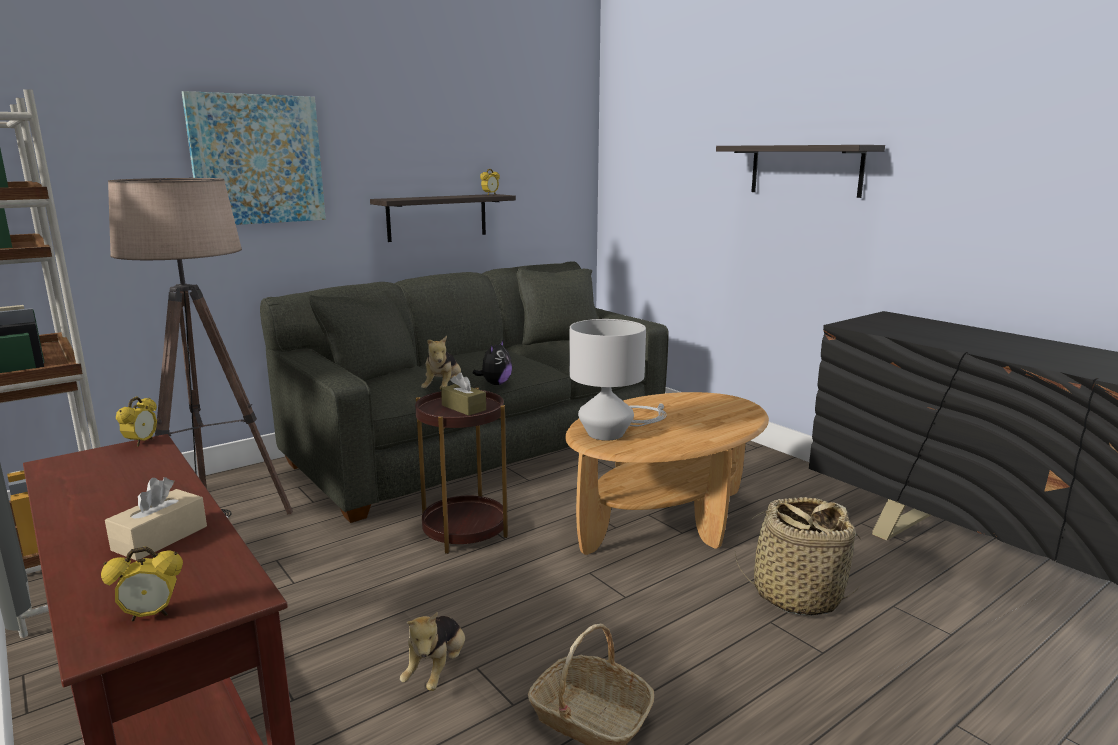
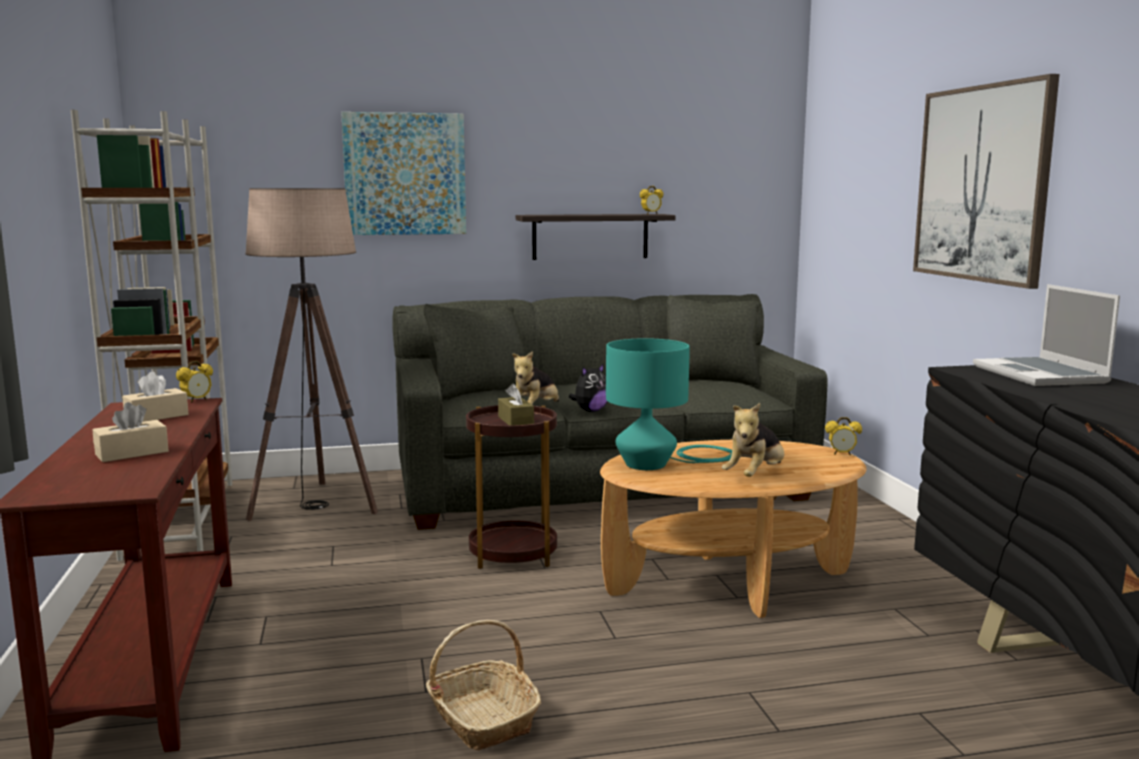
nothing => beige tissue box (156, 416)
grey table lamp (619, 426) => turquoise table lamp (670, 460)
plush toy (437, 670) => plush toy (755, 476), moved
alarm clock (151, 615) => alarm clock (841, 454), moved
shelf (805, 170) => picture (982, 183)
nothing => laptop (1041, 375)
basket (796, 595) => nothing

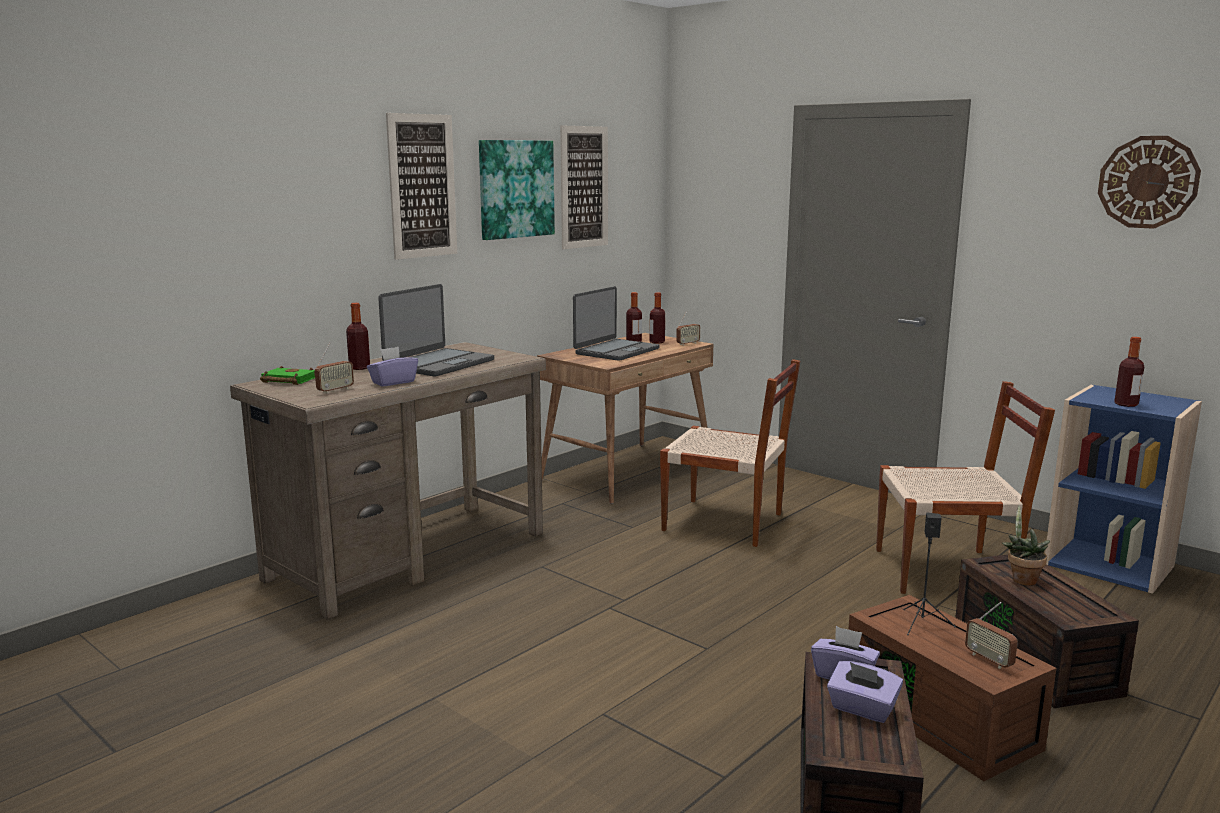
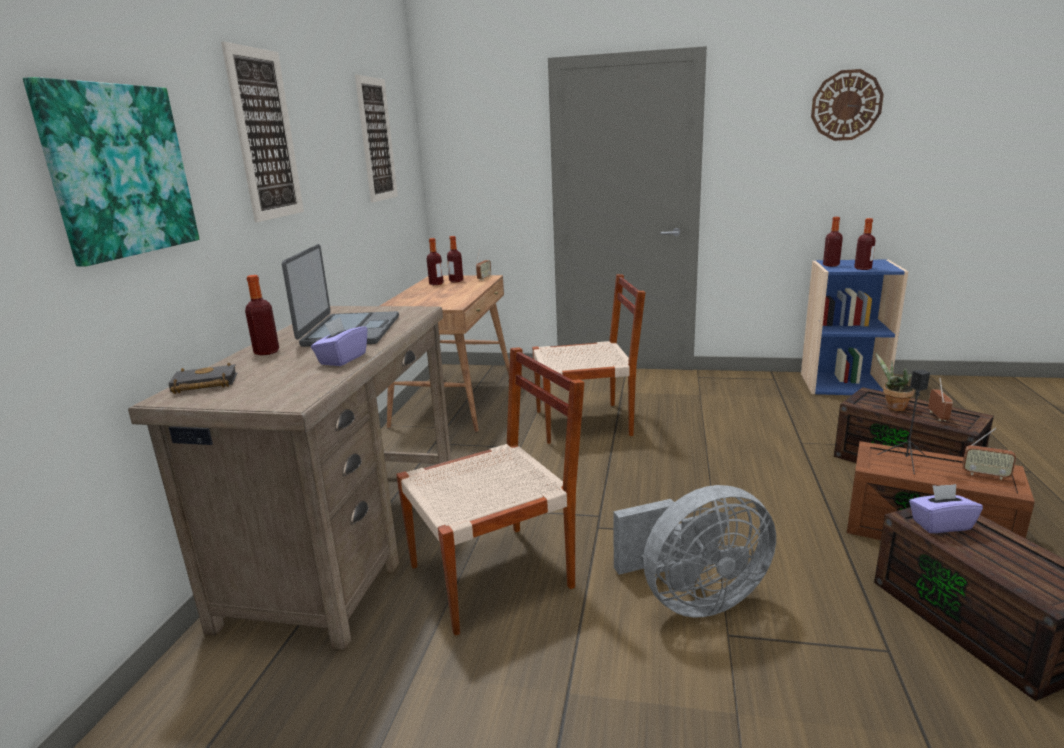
picture (515, 189) => picture (119, 171), moved
green book (287, 380) => black book (203, 385)
chair (947, 572) => chair (495, 575), moved
nothing => grey fan (692, 599)
nothing => bottle (831, 265)
radio (335, 390) => radio (937, 416), moved
laptop (616, 351) => nothing
purple tissue box (862, 709) => nothing

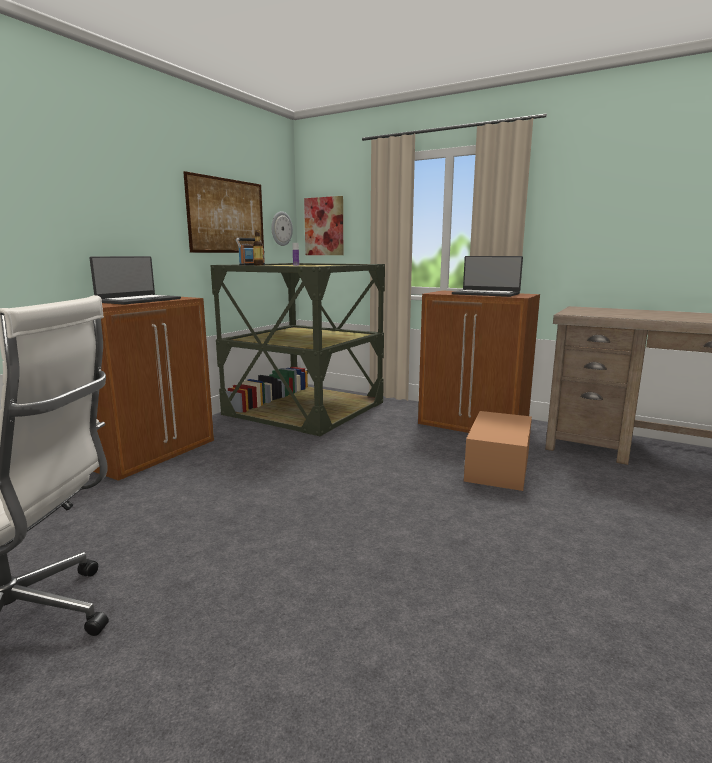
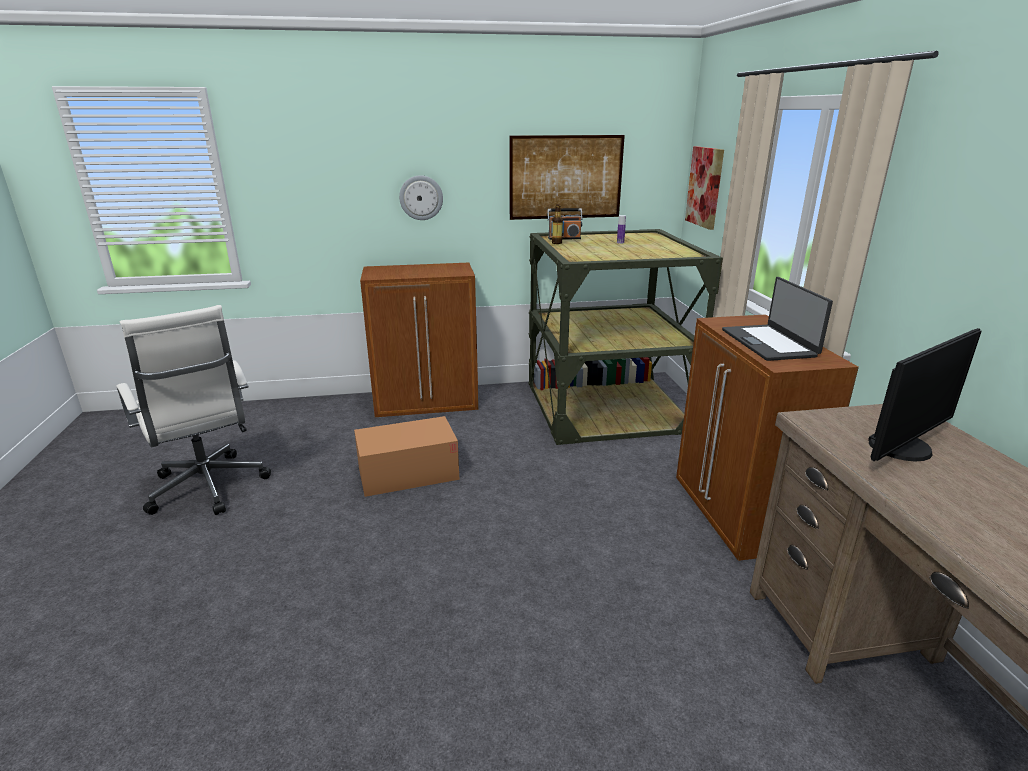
cardboard box (498, 467) => cardboard box (408, 473), moved
wall clock (281, 228) => wall clock (421, 197), moved
nothing => monitor (902, 448)
laptop (138, 300) => nothing

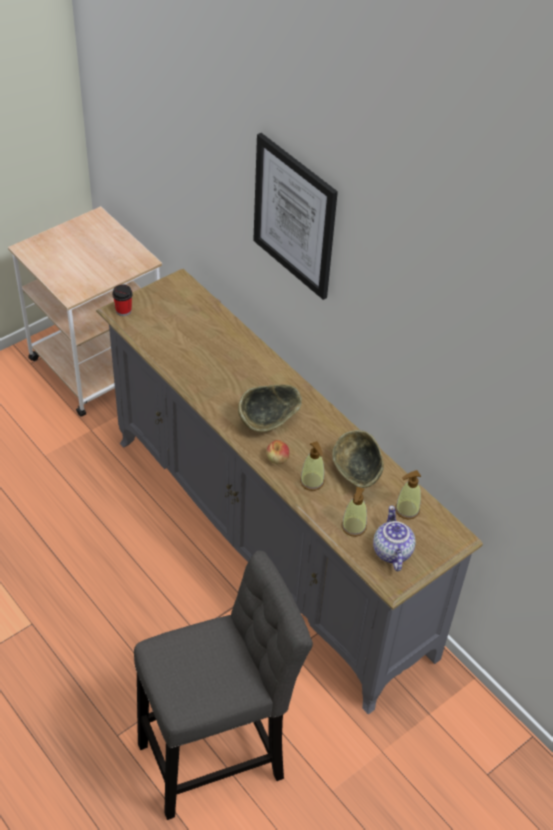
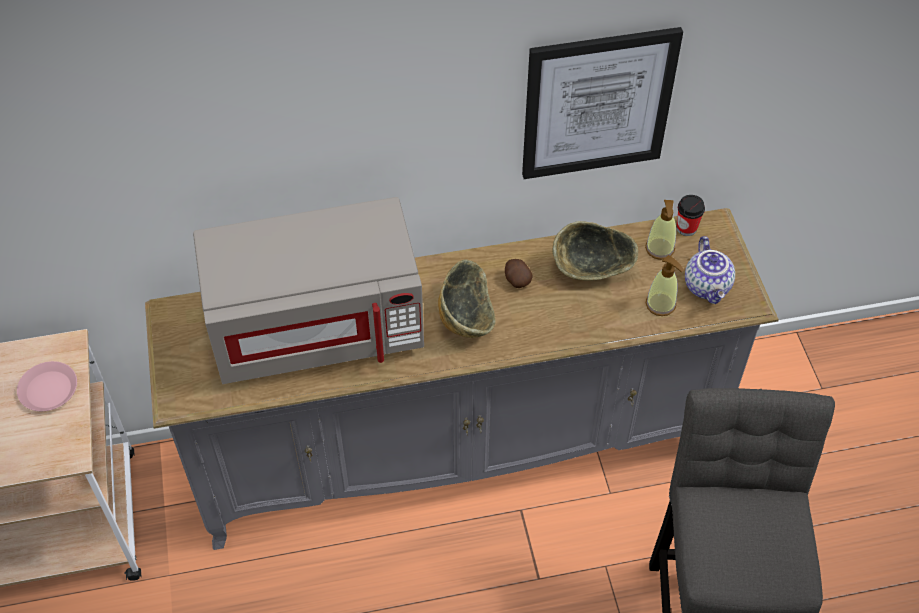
nothing => pink plate (48, 389)
nothing => grey microwave (317, 326)
nothing => potato (516, 280)
picture (294, 216) => picture (597, 104), moved
cup (123, 311) => cup (686, 228), moved
teapot (391, 551) => teapot (708, 287), 120 degrees counterclockwise
apple (277, 459) => nothing
soap dispenser (312, 481) => nothing

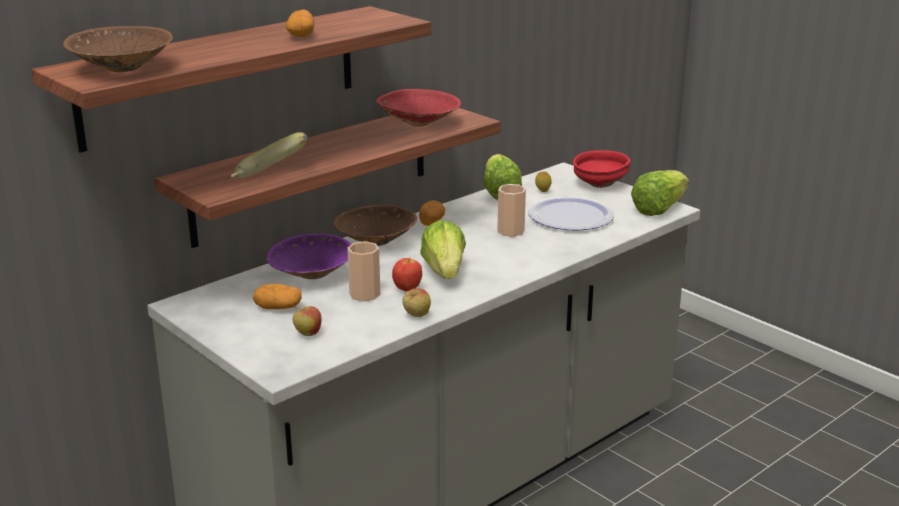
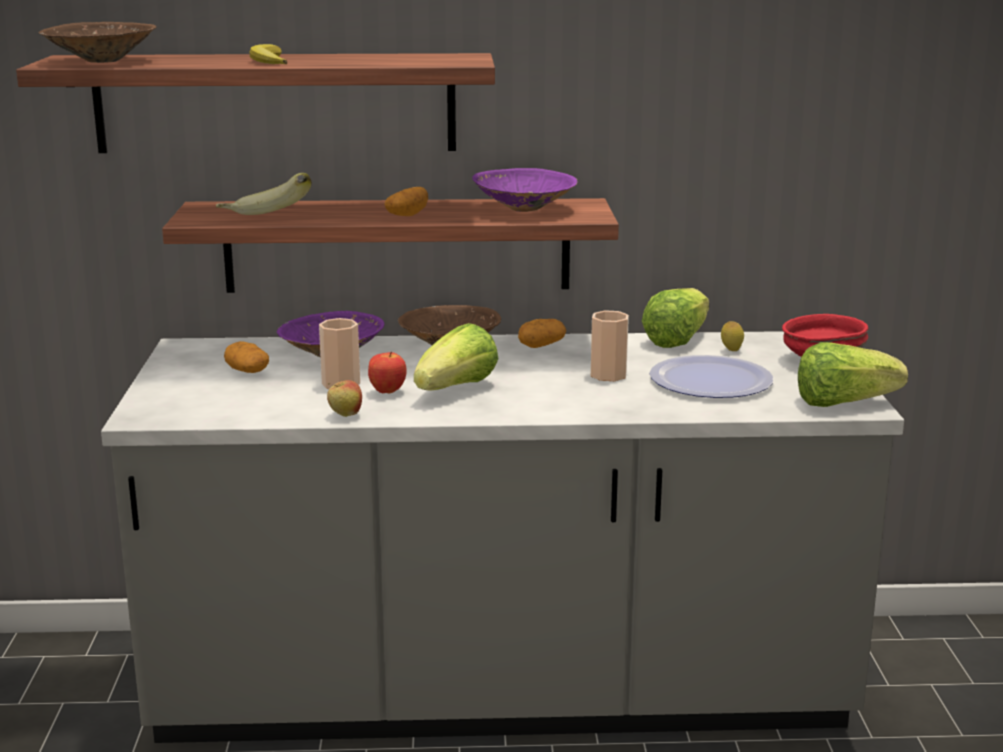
nothing => banana (268, 61)
potato (301, 36) => potato (407, 215), moved
red bowl (420, 124) => purple bowl (525, 210)
apple (308, 334) => nothing

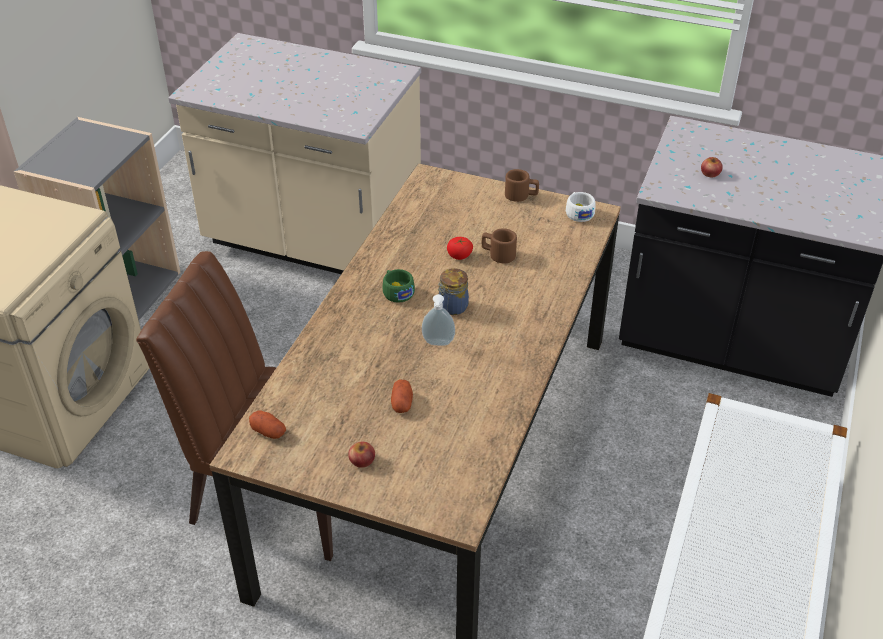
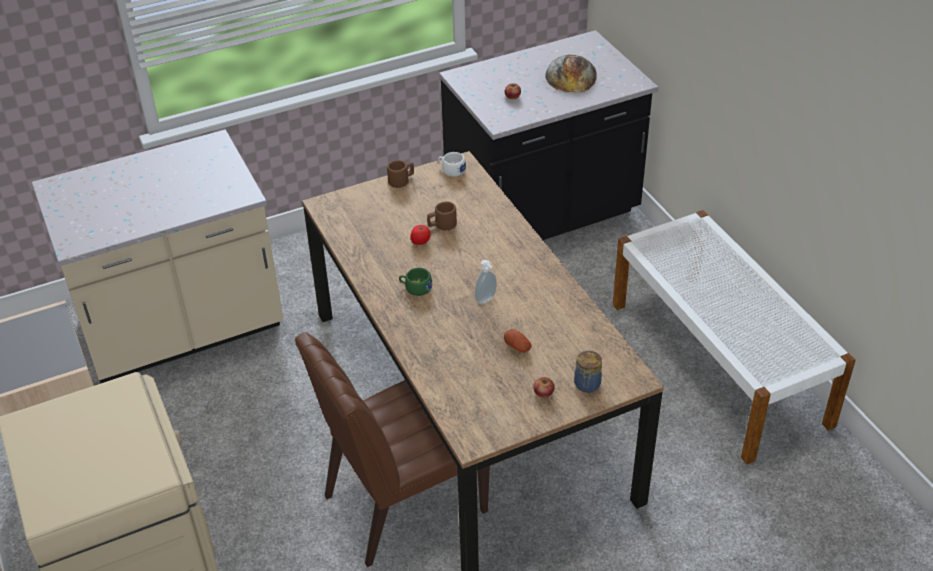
nothing => bread (571, 75)
jar (452, 307) => jar (587, 385), moved
potato (268, 431) => nothing

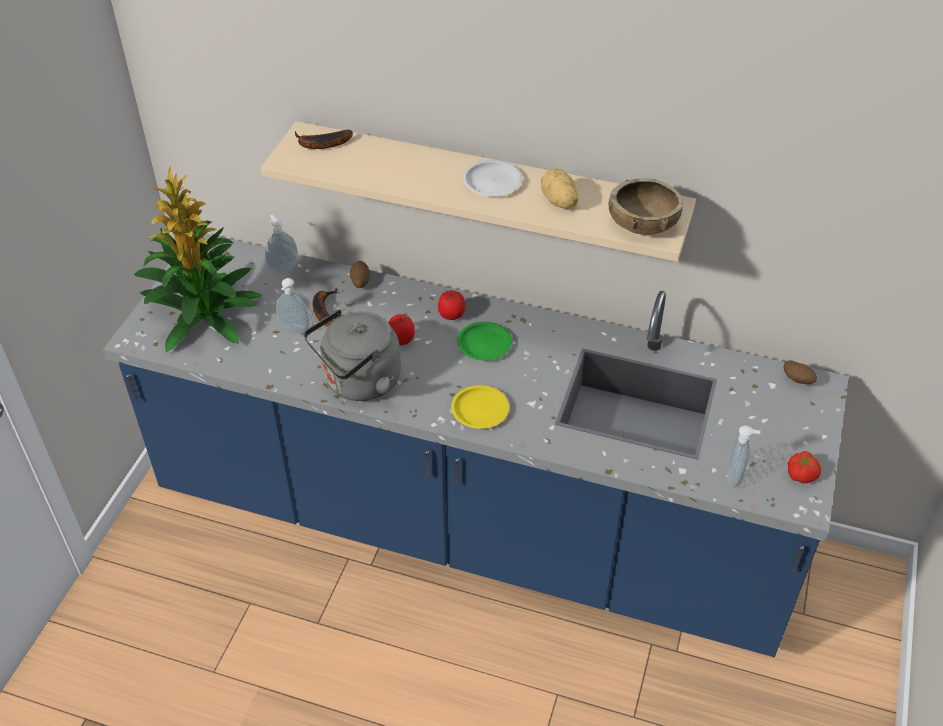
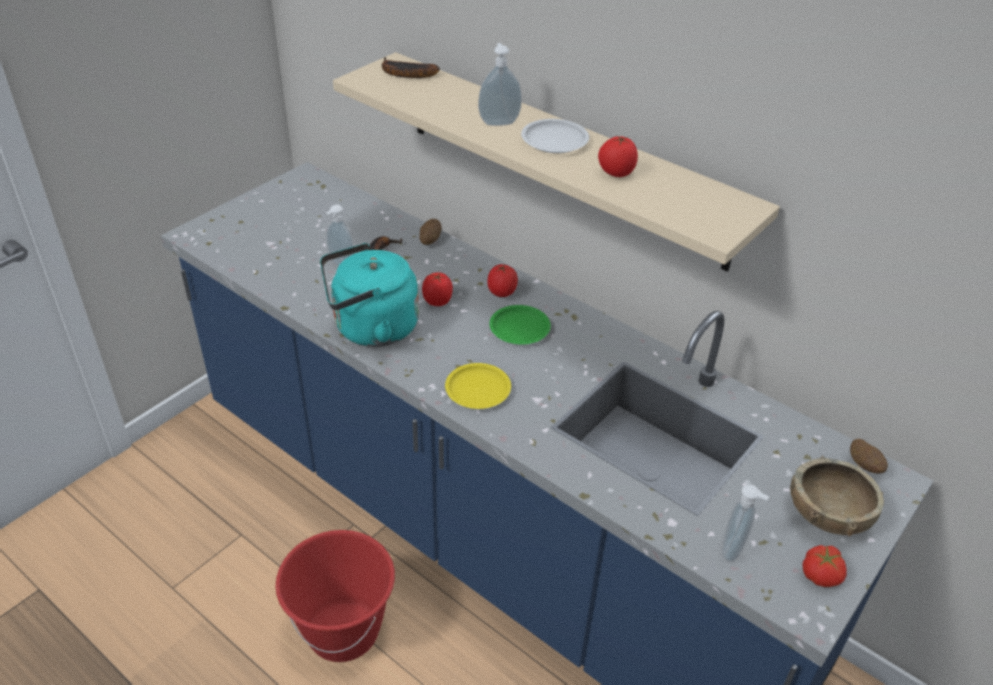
nothing => red bucket (344, 631)
grey kettle (358, 383) => turquoise kettle (371, 328)
soap dispenser (283, 267) => soap dispenser (498, 122), moved
potato (558, 202) => tomato (615, 173)
brown bowl (642, 224) => brown bowl (828, 514), moved
potted plant (204, 317) => nothing

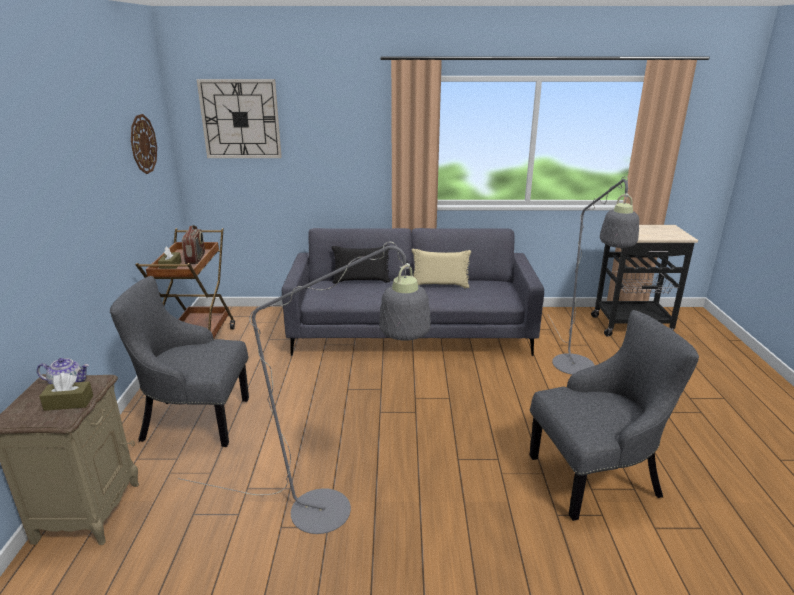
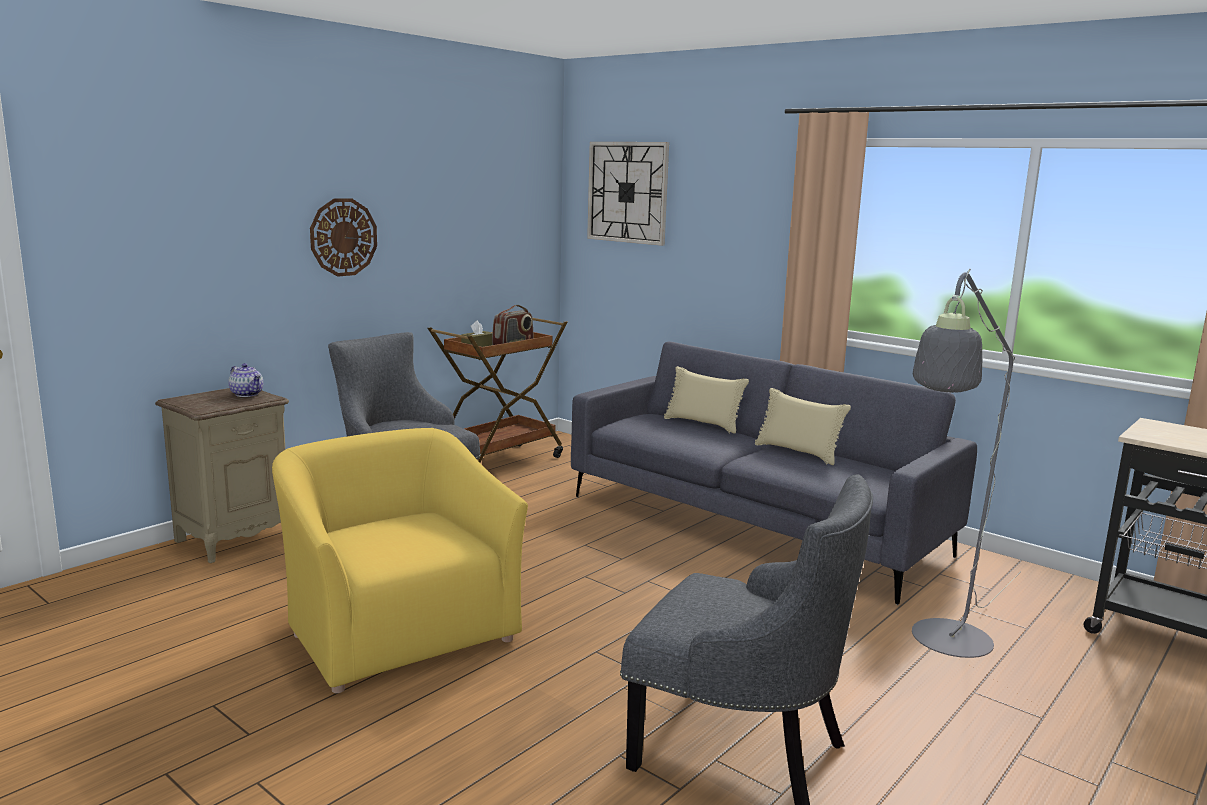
grey floor lamp (336, 513) => yellow armchair (398, 630)
wall clock (143, 144) => wall clock (343, 237), moved
black pillow (361, 280) => beige pillow (703, 424)
brown tissue box (69, 403) => nothing

